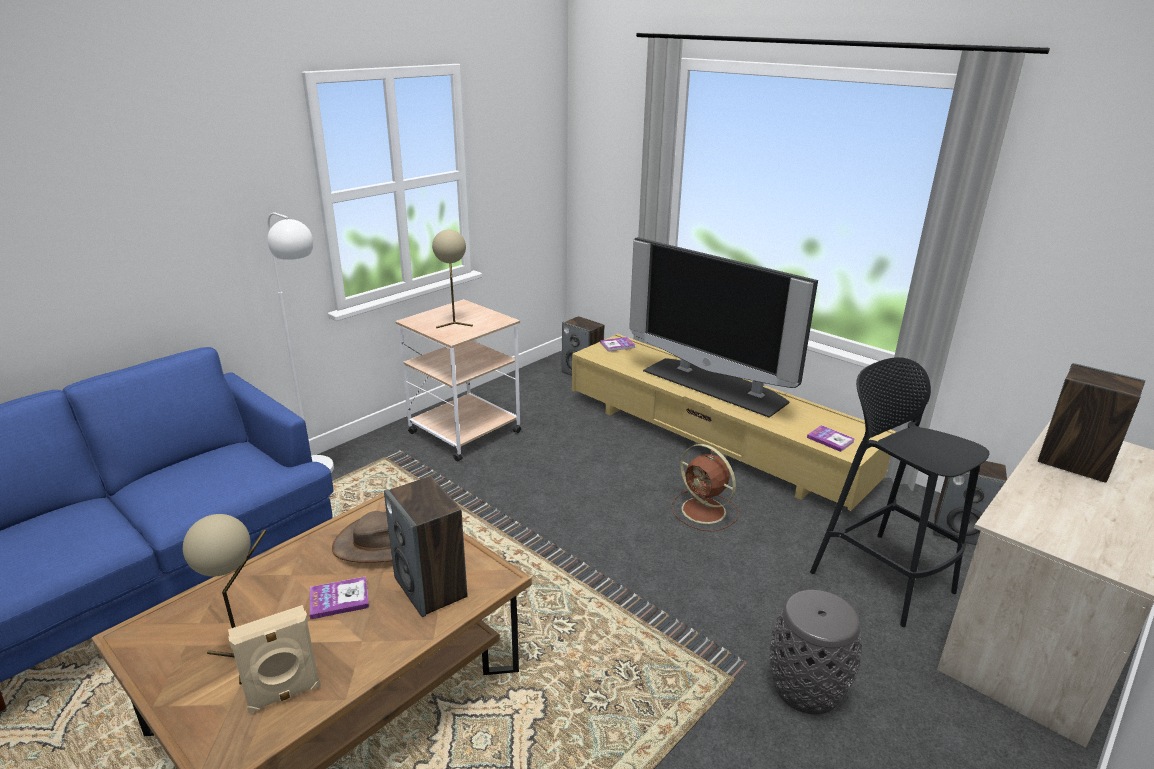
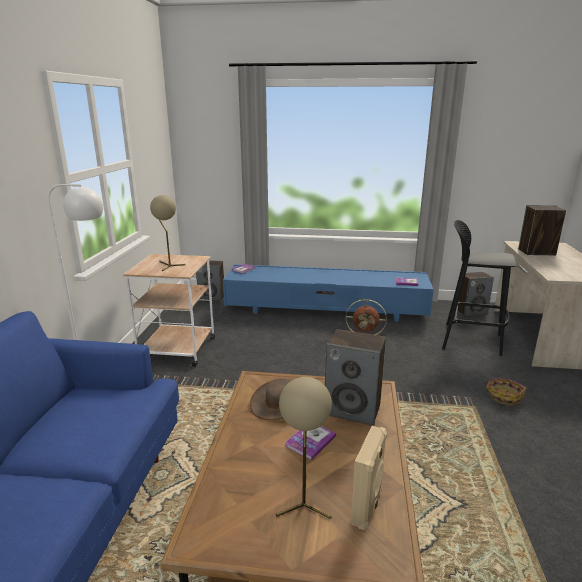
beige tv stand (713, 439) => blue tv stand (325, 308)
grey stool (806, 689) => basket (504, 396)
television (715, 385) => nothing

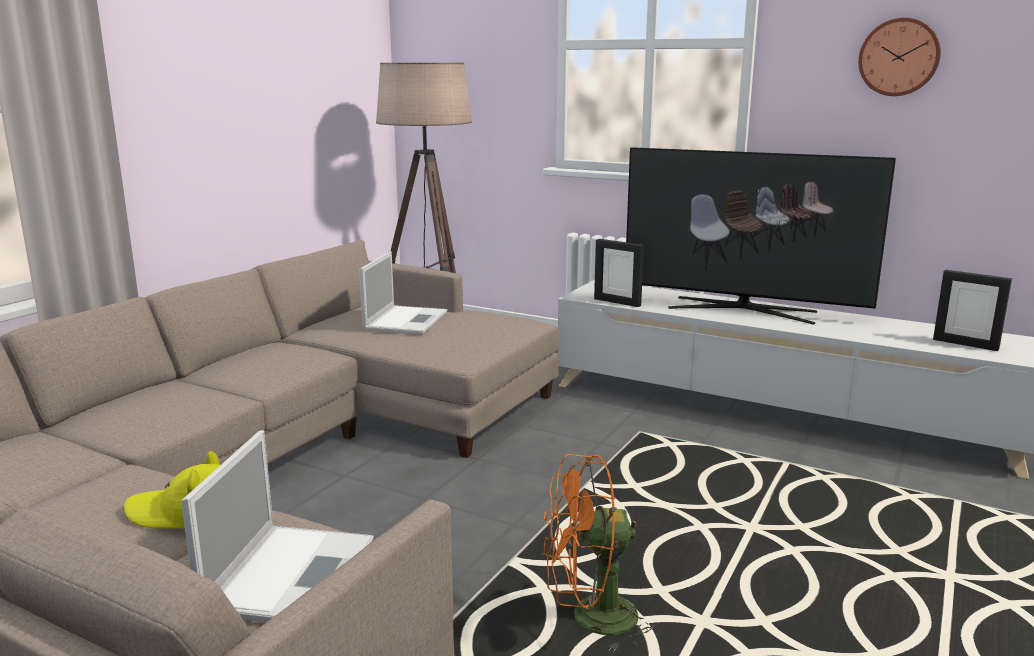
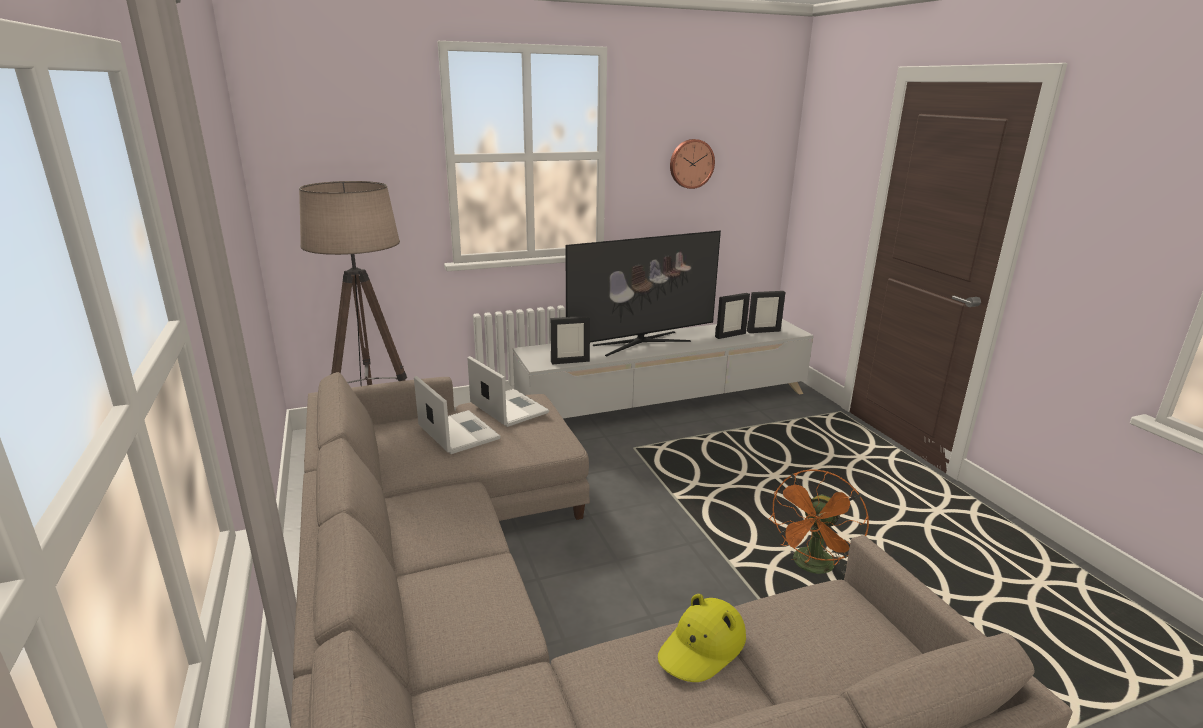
laptop (291, 573) => laptop (508, 408), moved
nothing => picture frame (730, 335)

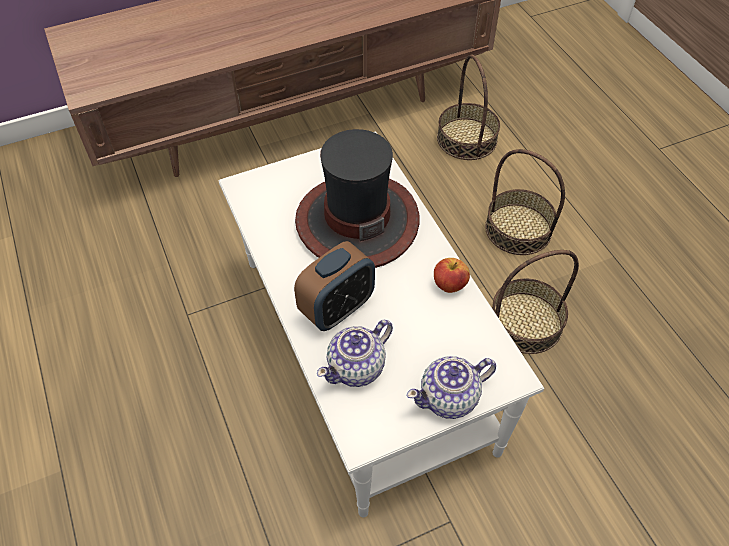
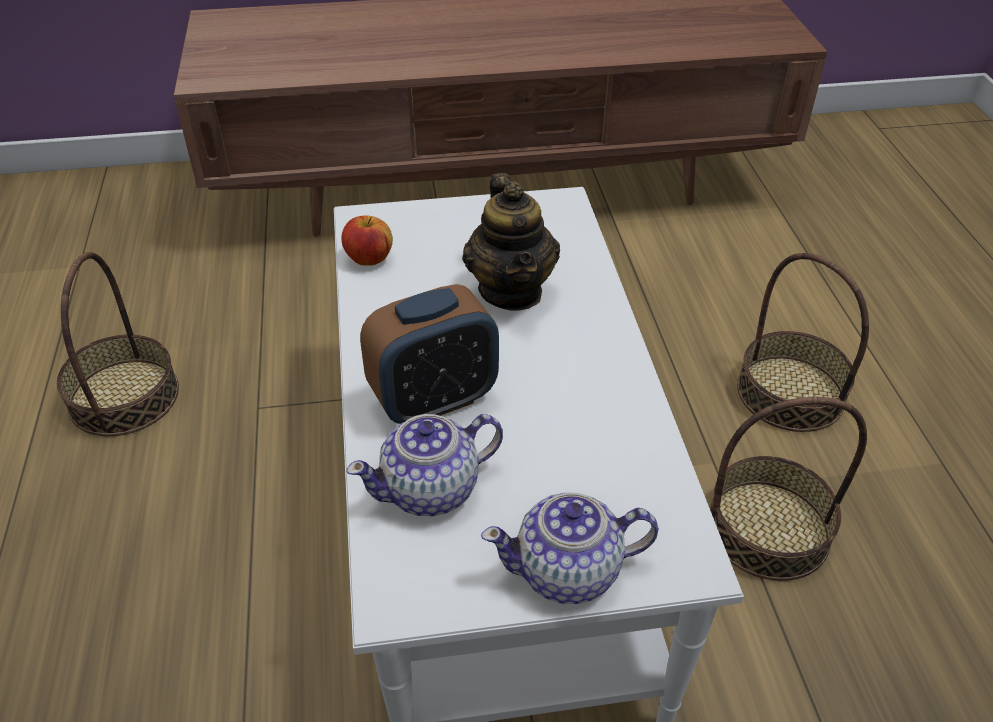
basket (466, 139) => basket (124, 397), moved
apple (449, 285) => apple (369, 259), moved
hat (357, 221) => teapot (511, 291)

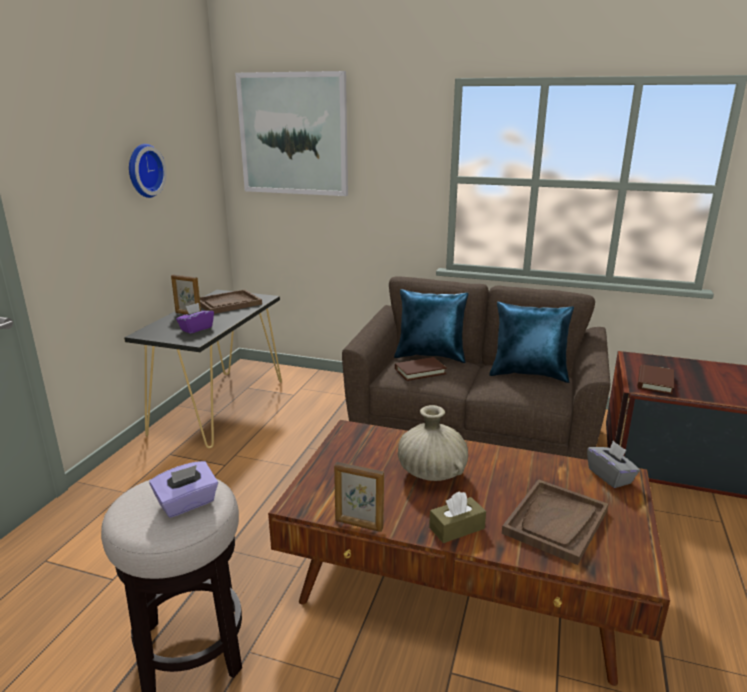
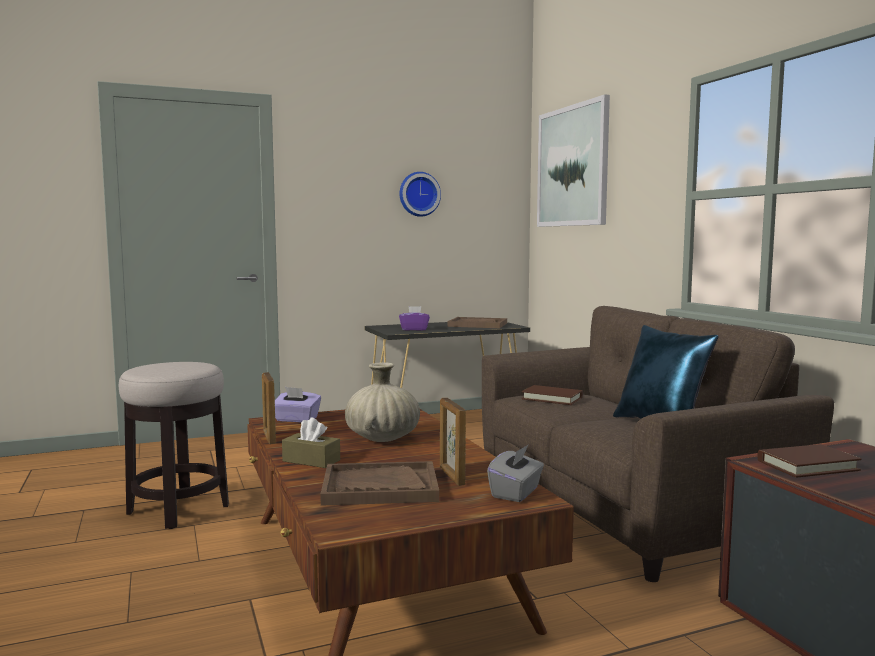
purple tissue box (187, 503) => purple tissue box (296, 419), moved
picture frame (188, 314) => picture frame (451, 476), moved
blue pillow (431, 356) => nothing

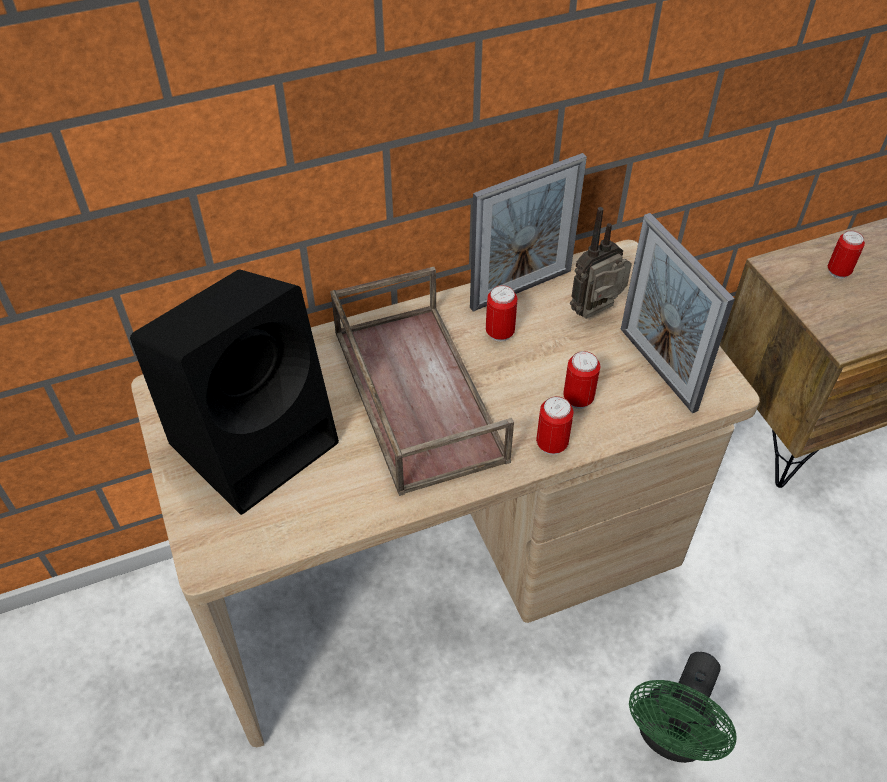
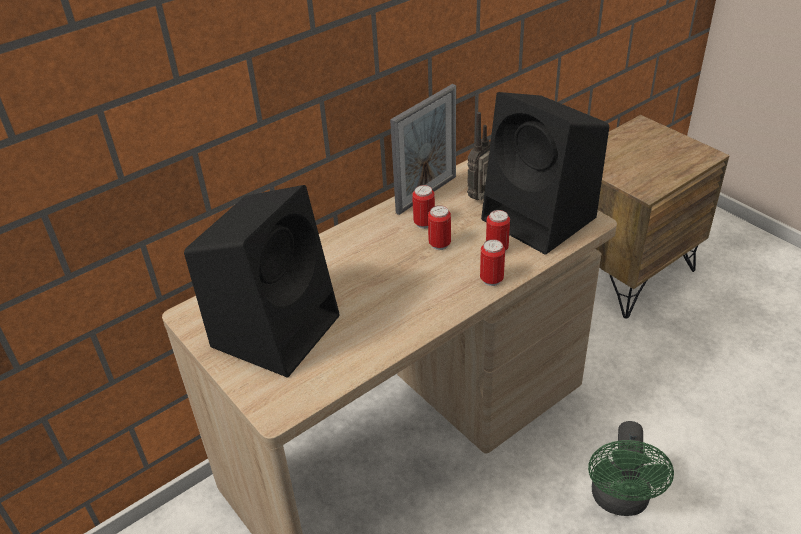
can (838, 272) => can (439, 244), moved
picture frame (657, 368) => black speaker (541, 219)
brown tray (414, 393) => nothing

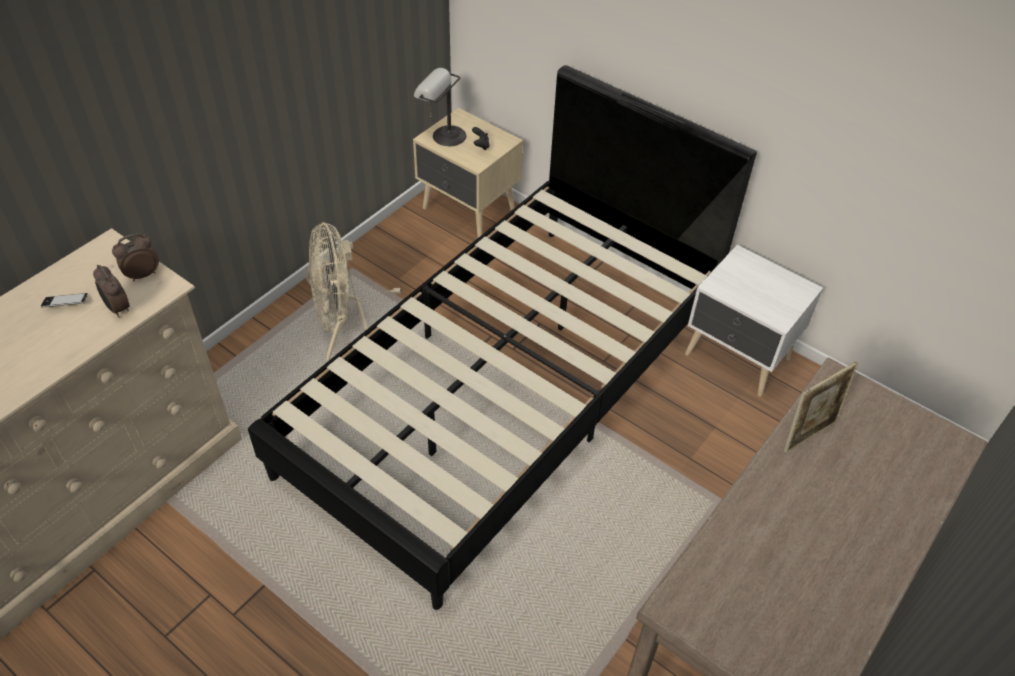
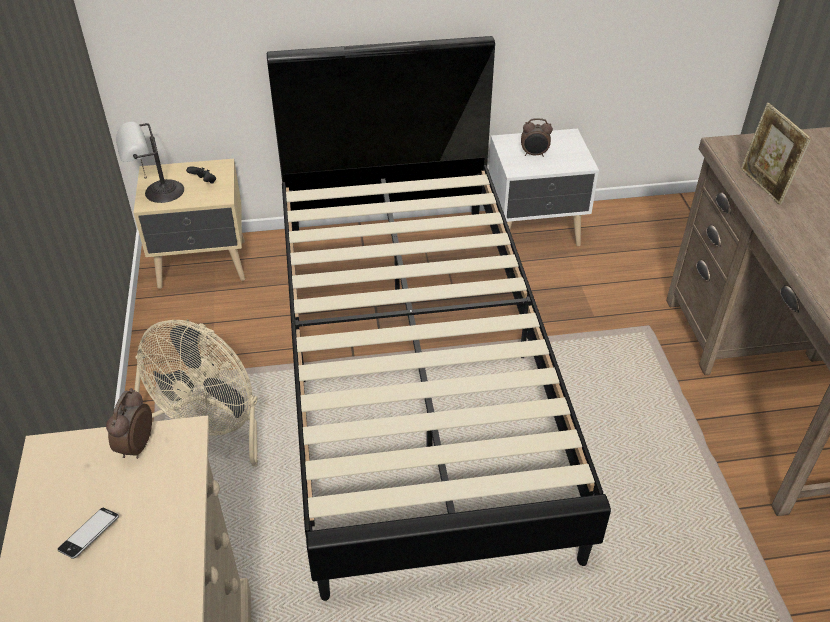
alarm clock (118, 309) => alarm clock (534, 154), moved
picture frame (808, 434) => picture frame (763, 186), 150 degrees clockwise

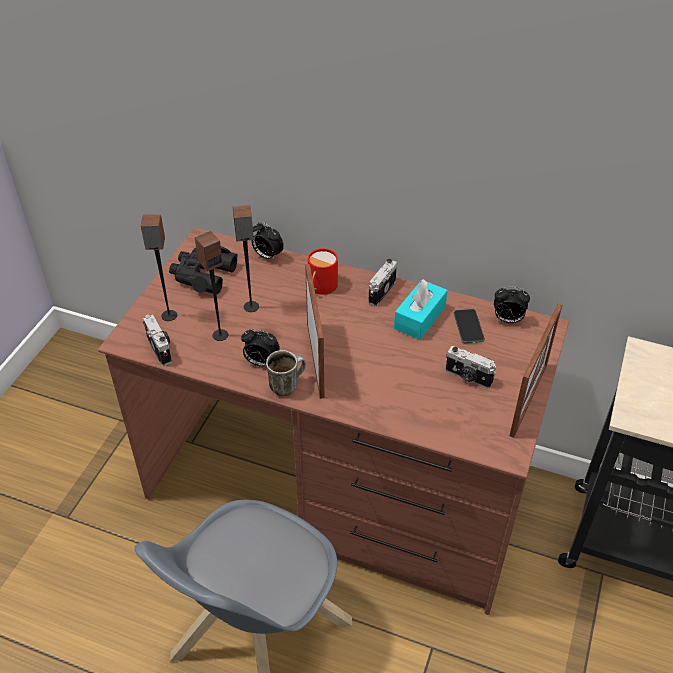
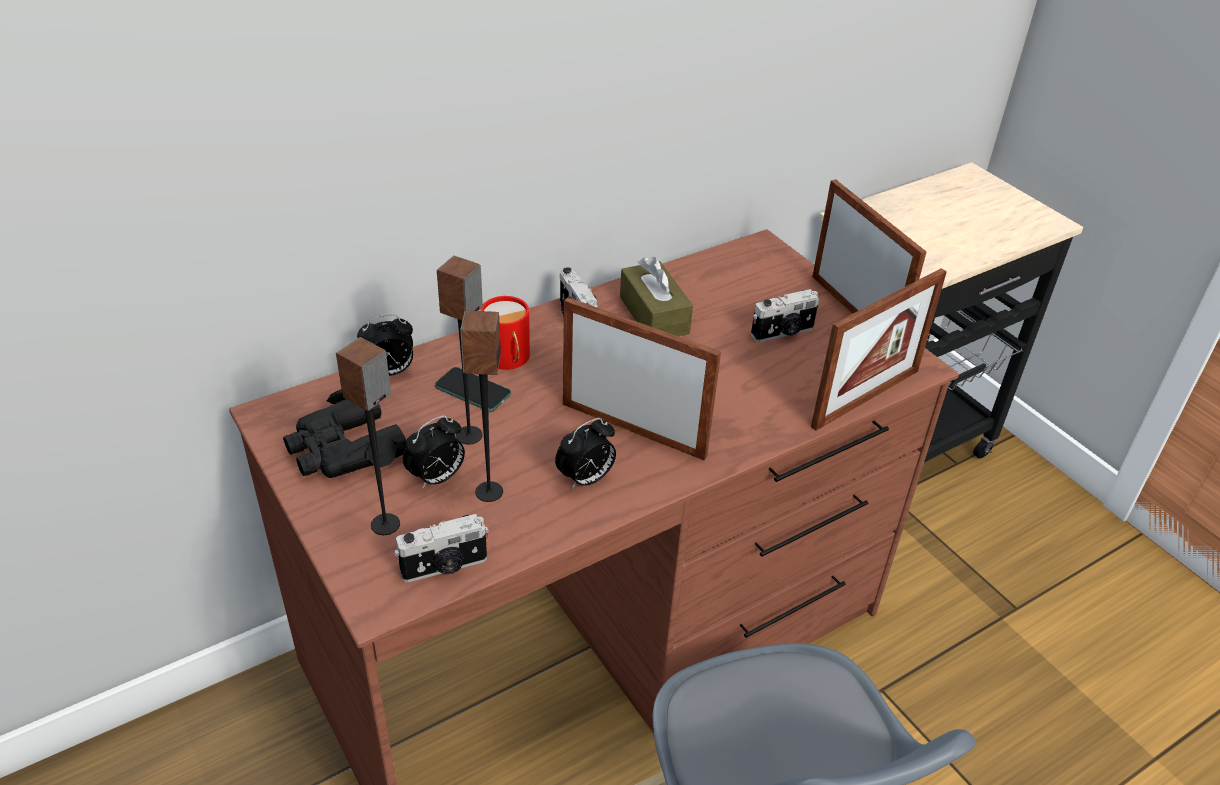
photo camera (161, 349) => photo camera (445, 567), 150 degrees clockwise
alarm clock (507, 320) => alarm clock (437, 478), moved
phone (468, 327) => phone (473, 391), moved
turquoise tissue box (419, 318) => brown tissue box (654, 315)
nothing => picture frame (866, 398)
mug (287, 385) => nothing

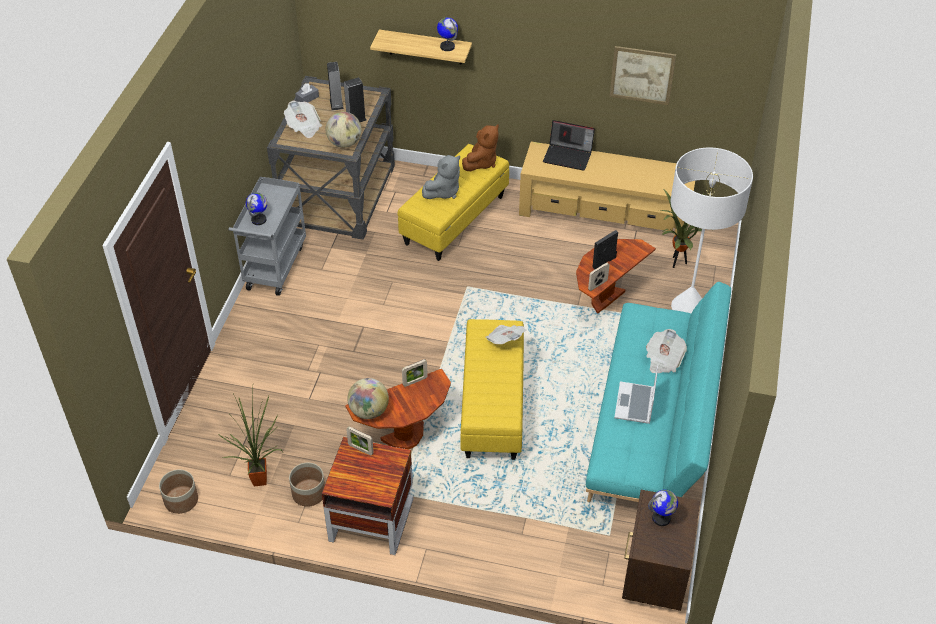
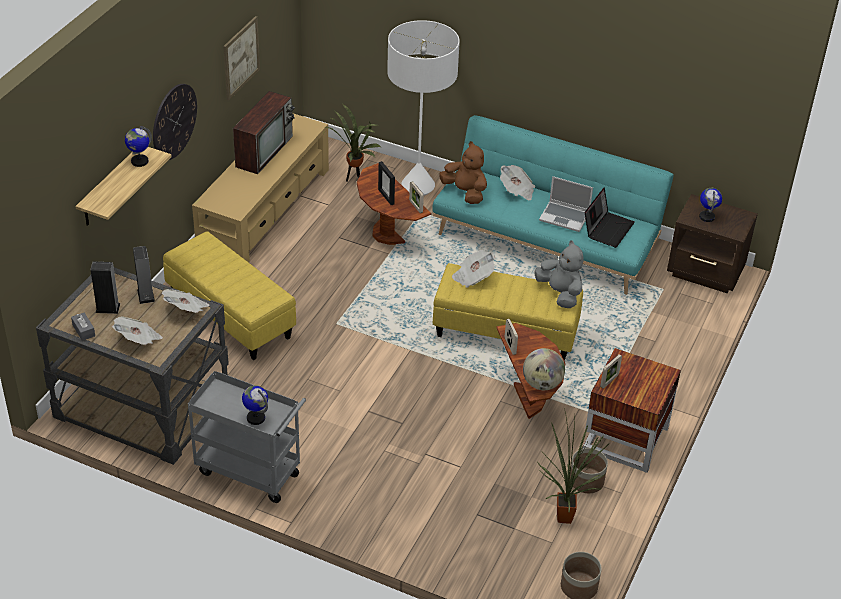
nothing => wall clock (174, 121)
globe (344, 143) => newspaper (186, 309)
nothing => television (264, 150)
brown plush toy (481, 162) => brown plush toy (465, 192), moved
grey plush toy (443, 191) => grey plush toy (560, 293), moved
laptop (568, 156) => laptop (607, 229), moved

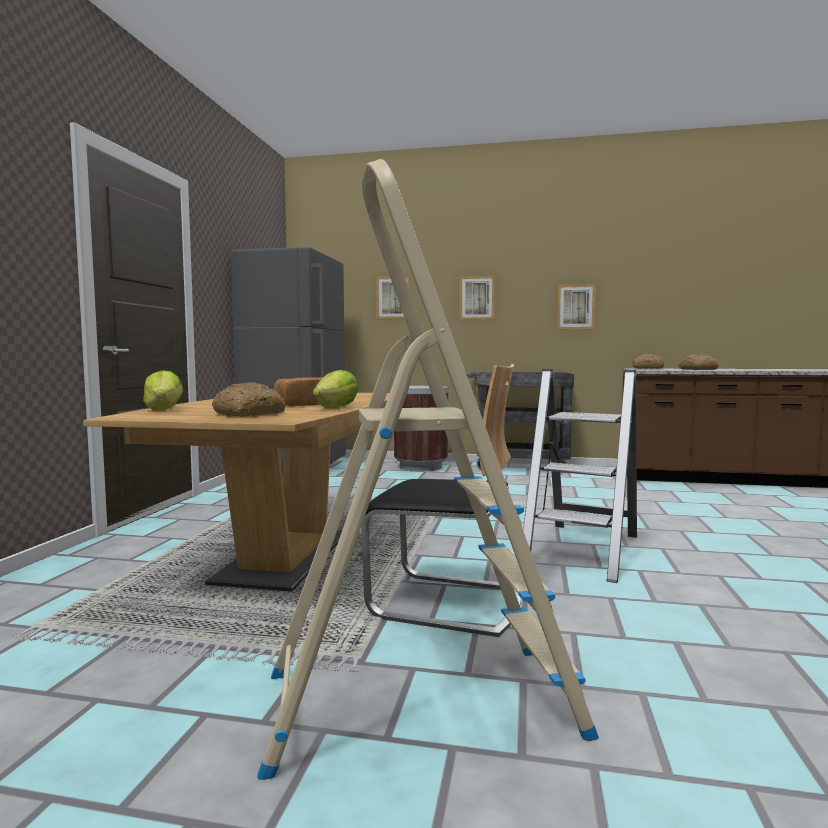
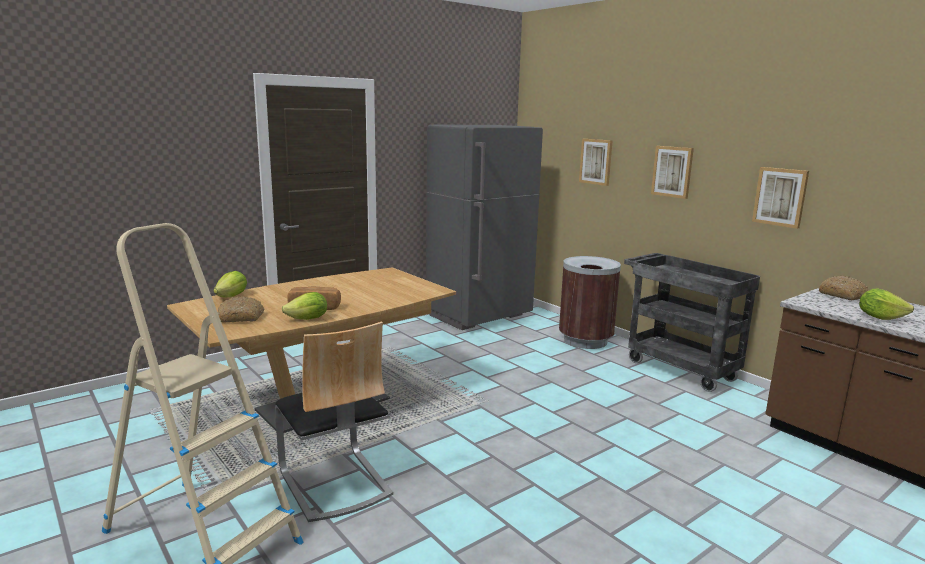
bread (697, 369) => lettuce (879, 317)
grey step ladder (583, 549) => nothing

